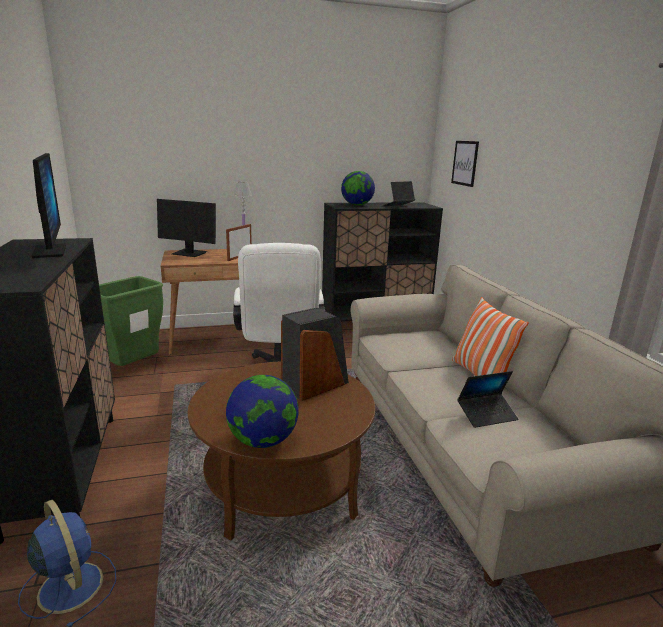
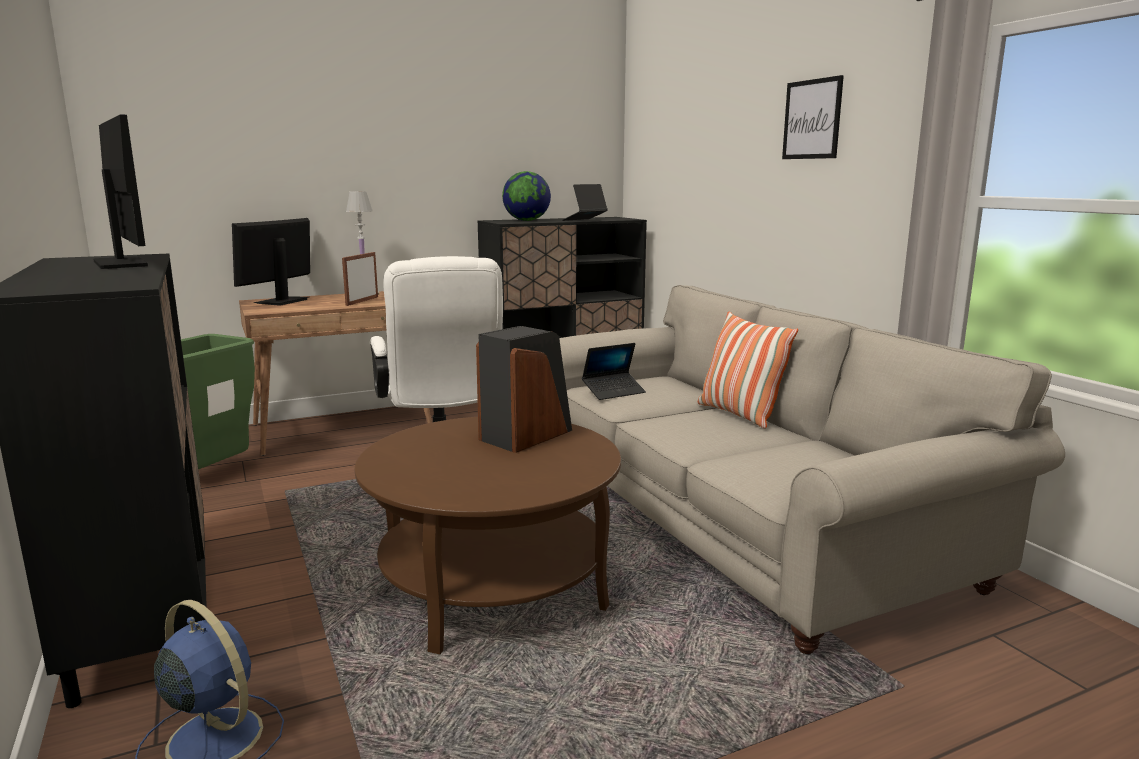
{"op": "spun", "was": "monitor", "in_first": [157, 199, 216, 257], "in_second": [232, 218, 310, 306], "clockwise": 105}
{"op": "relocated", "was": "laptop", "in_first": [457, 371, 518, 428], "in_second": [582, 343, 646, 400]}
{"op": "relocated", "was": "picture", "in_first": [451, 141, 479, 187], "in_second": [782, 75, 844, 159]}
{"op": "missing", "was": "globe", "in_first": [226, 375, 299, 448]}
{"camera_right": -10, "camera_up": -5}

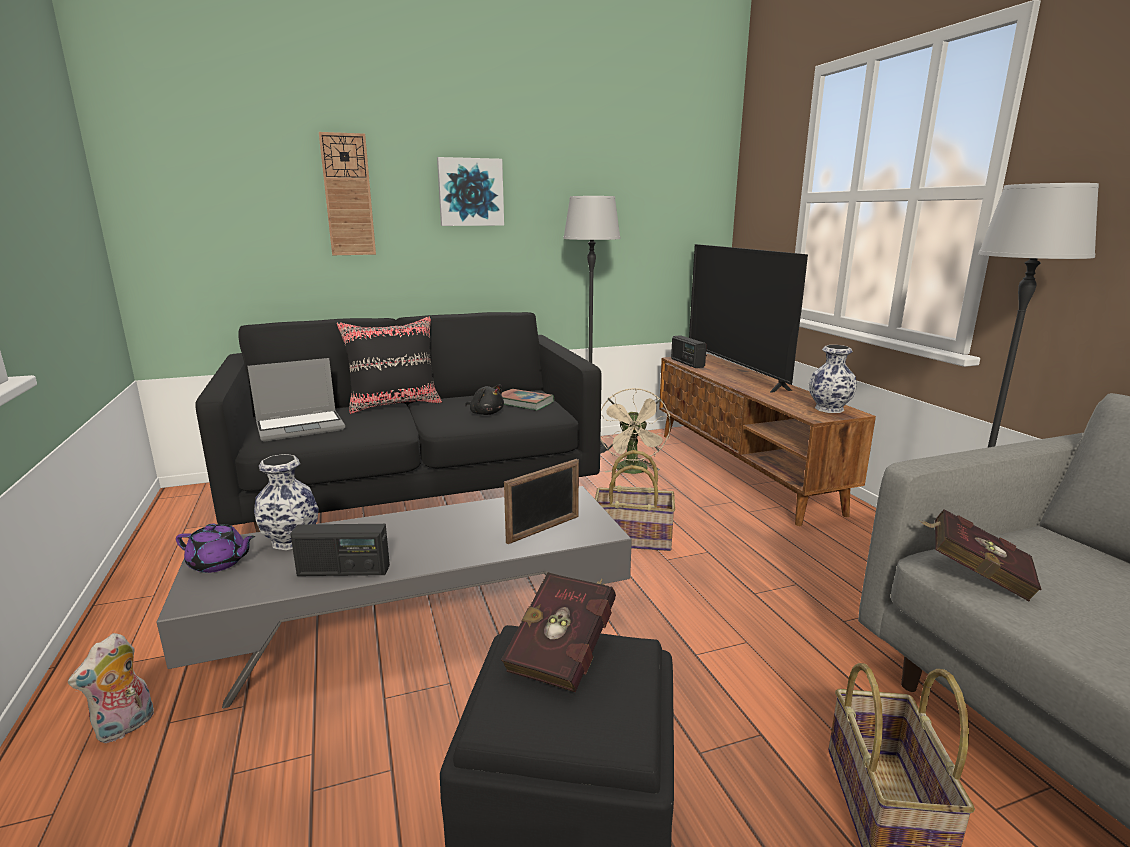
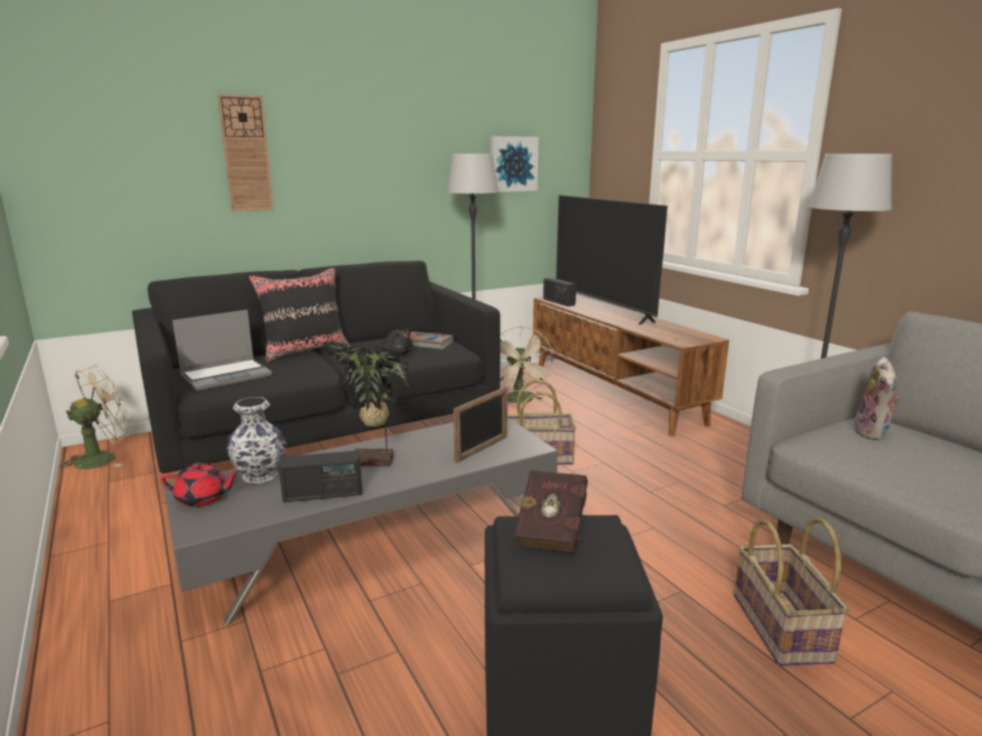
{"op": "appeared", "now": "beige fan", "in_second": [59, 365, 132, 469]}
{"op": "colour", "was": "purple teapot", "now": "red teapot", "in_first": [176, 524, 256, 573], "in_second": [161, 463, 240, 507]}
{"op": "appeared", "now": "potted plant", "in_second": [323, 342, 410, 466]}
{"op": "relocated", "was": "picture", "in_first": [437, 157, 504, 226], "in_second": [490, 136, 539, 192]}
{"op": "relocated", "was": "plush toy", "in_first": [68, 633, 154, 743], "in_second": [853, 357, 901, 440]}
{"op": "missing", "was": "vase", "in_first": [809, 345, 857, 413]}
{"op": "missing", "was": "red book", "in_first": [919, 509, 1041, 601]}
{"camera_right": -10, "camera_up": 0}

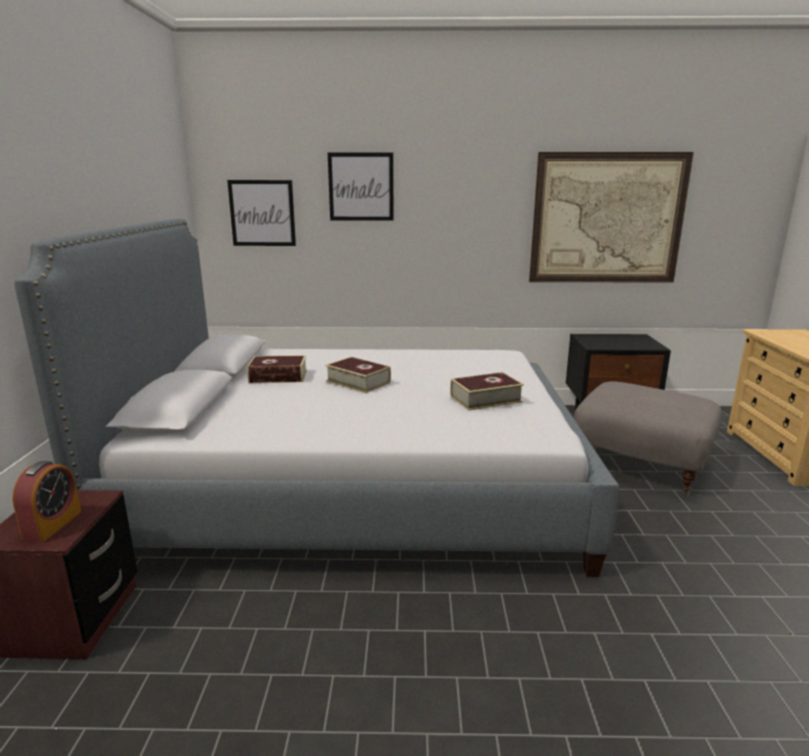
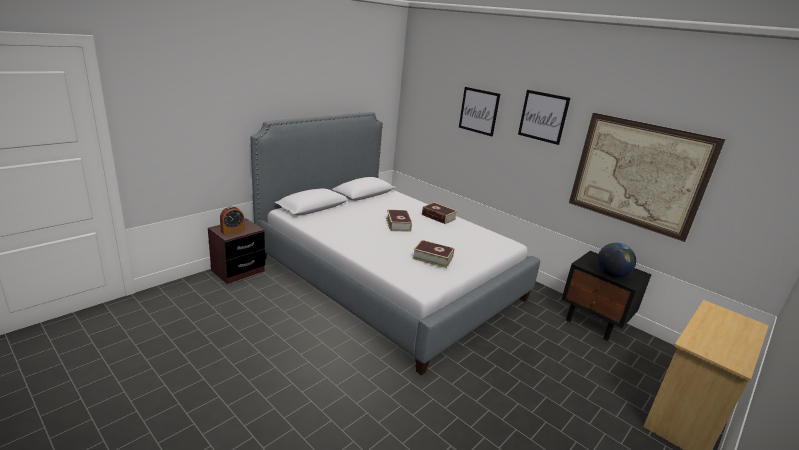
{"op": "relocated", "was": "book", "in_first": [247, 355, 307, 383], "in_second": [422, 202, 457, 224]}
{"op": "relocated", "was": "picture", "in_first": [227, 180, 296, 246], "in_second": [518, 90, 570, 145]}
{"op": "appeared", "now": "globe", "in_second": [597, 243, 636, 278]}
{"op": "missing", "was": "grey ottoman", "in_first": [574, 381, 722, 496]}
{"camera_right": 40, "camera_up": 5}

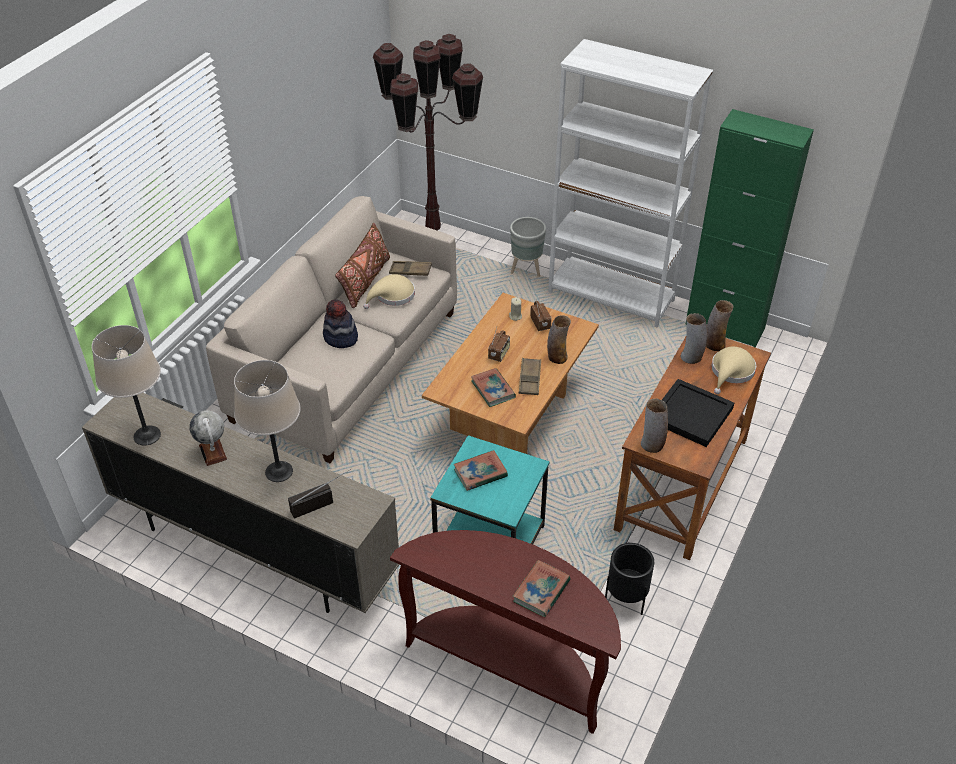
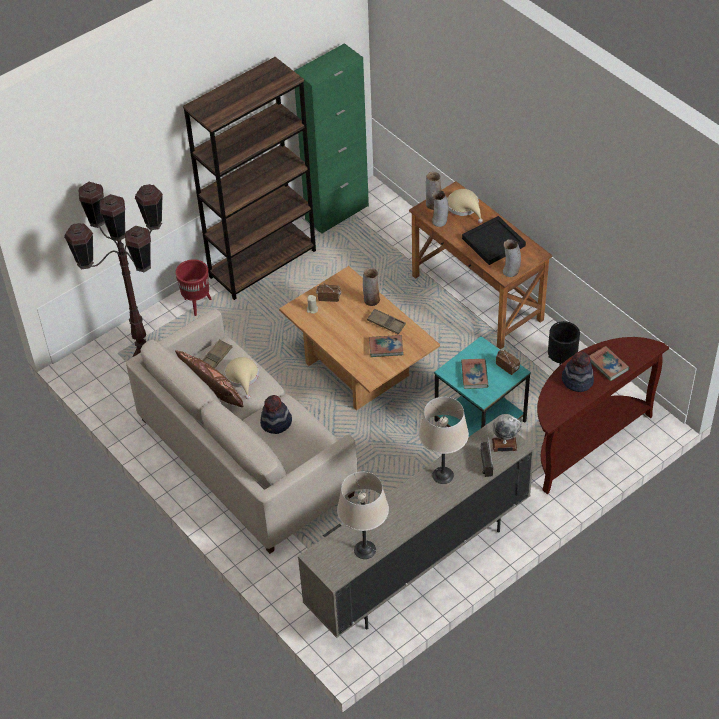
{"op": "colour", "was": "grey planter", "now": "red planter", "in_first": [510, 217, 546, 277], "in_second": [175, 259, 211, 316]}
{"op": "colour", "was": "white bookcase", "now": "brown bookcase", "in_first": [548, 39, 713, 328], "in_second": [183, 57, 316, 300]}
{"op": "relocated", "was": "globe", "in_first": [189, 410, 227, 466], "in_second": [492, 414, 521, 452]}
{"op": "relocated", "was": "radio", "in_first": [488, 328, 510, 362], "in_second": [496, 350, 520, 375]}
{"op": "appeared", "now": "hat", "in_second": [562, 351, 594, 392]}
{"camera_right": -65, "camera_up": 5}

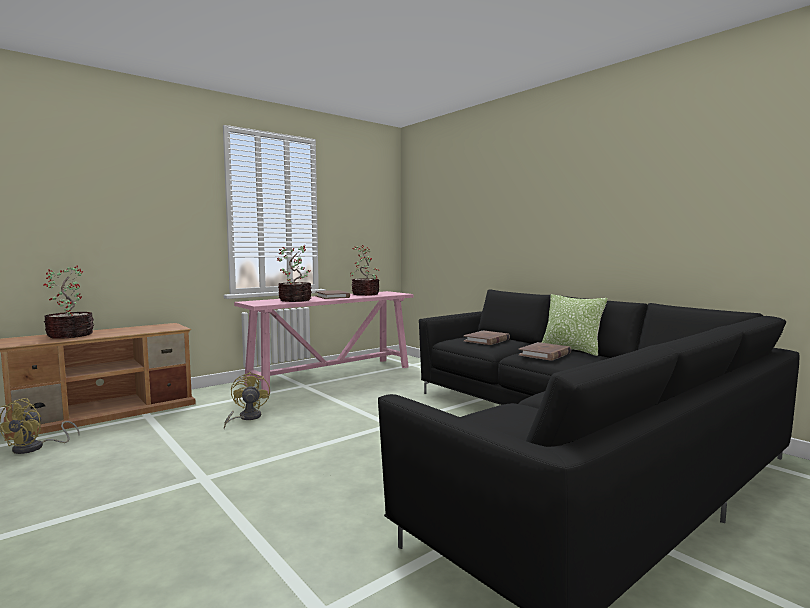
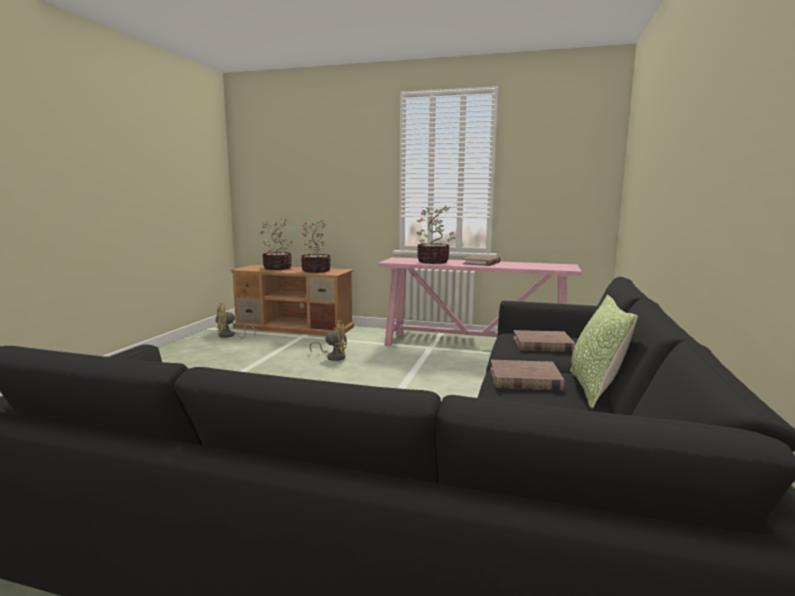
{"op": "relocated", "was": "potted plant", "in_first": [350, 245, 380, 296], "in_second": [301, 220, 331, 273]}
{"op": "spun", "was": "yellow fan", "in_first": [224, 372, 270, 429], "in_second": [309, 320, 347, 361], "clockwise": 45}
{"camera_right": 55, "camera_up": 5}

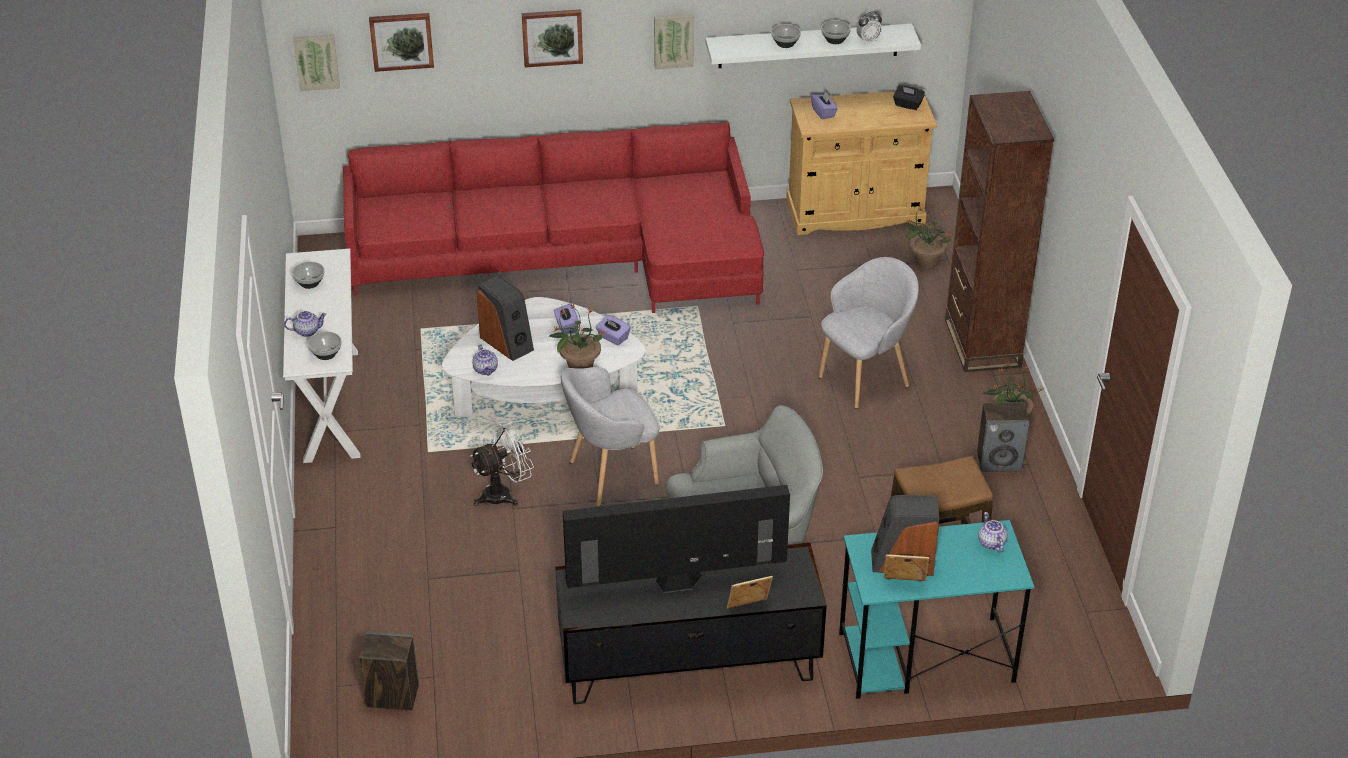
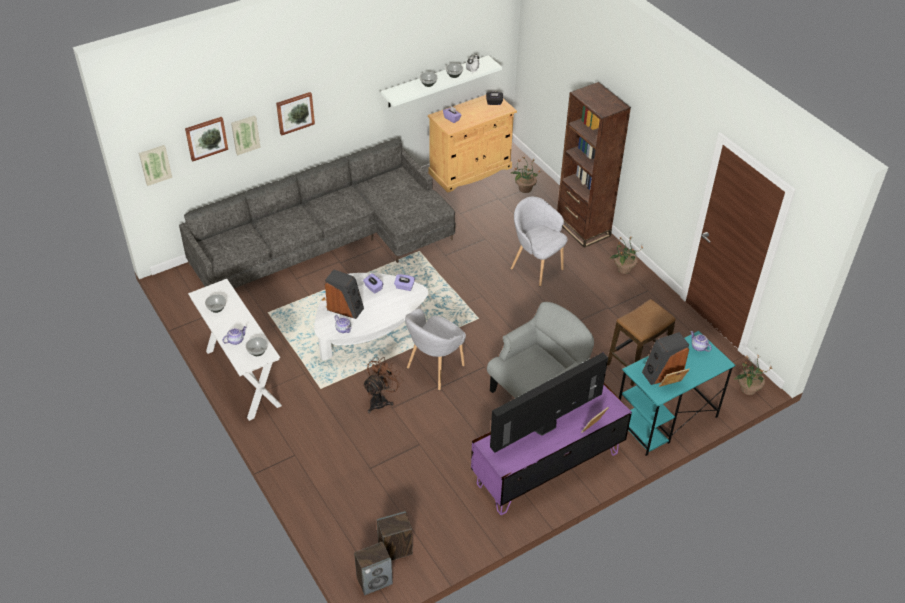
{"op": "colour", "was": "red sofa", "now": "grey sofa", "in_first": [343, 122, 764, 313], "in_second": [179, 138, 455, 288]}
{"op": "relocated", "was": "picture", "in_first": [654, 13, 694, 69], "in_second": [231, 115, 261, 155]}
{"op": "relocated", "was": "speaker", "in_first": [977, 402, 1029, 472], "in_second": [354, 542, 393, 596]}
{"op": "colour", "was": "white fan", "now": "brown fan", "in_first": [470, 420, 534, 506], "in_second": [362, 357, 403, 413]}
{"op": "colour", "was": "black tv stand", "now": "purple tv stand", "in_first": [555, 543, 827, 704], "in_second": [471, 383, 632, 515]}
{"op": "spun", "was": "grey armchair", "in_first": [819, 257, 919, 409], "in_second": [510, 196, 568, 287], "clockwise": -75}
{"op": "relocated", "was": "potted plant", "in_first": [548, 303, 608, 369], "in_second": [735, 354, 771, 395]}
{"camera_right": -25, "camera_up": 5}

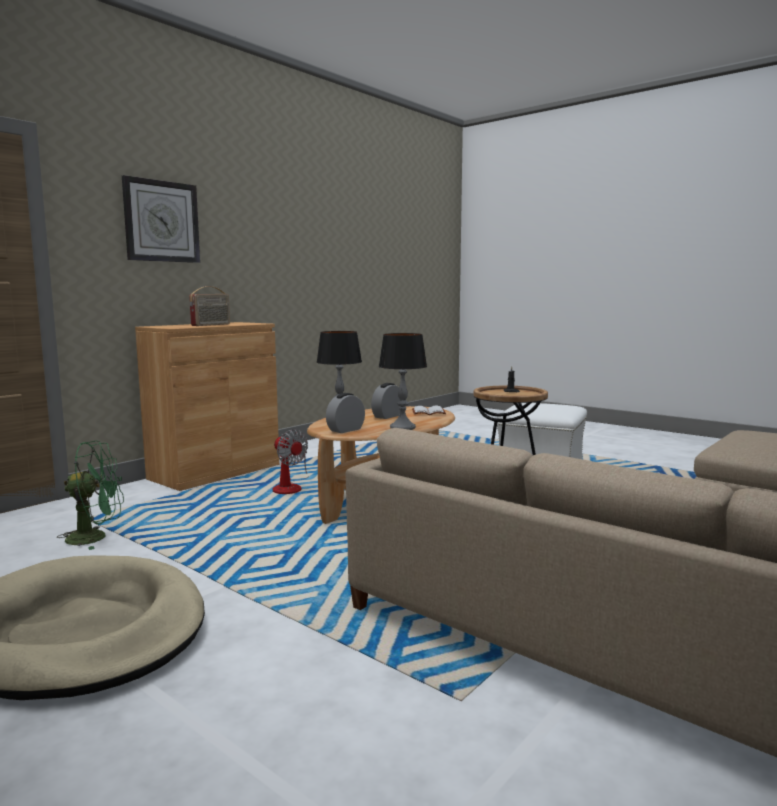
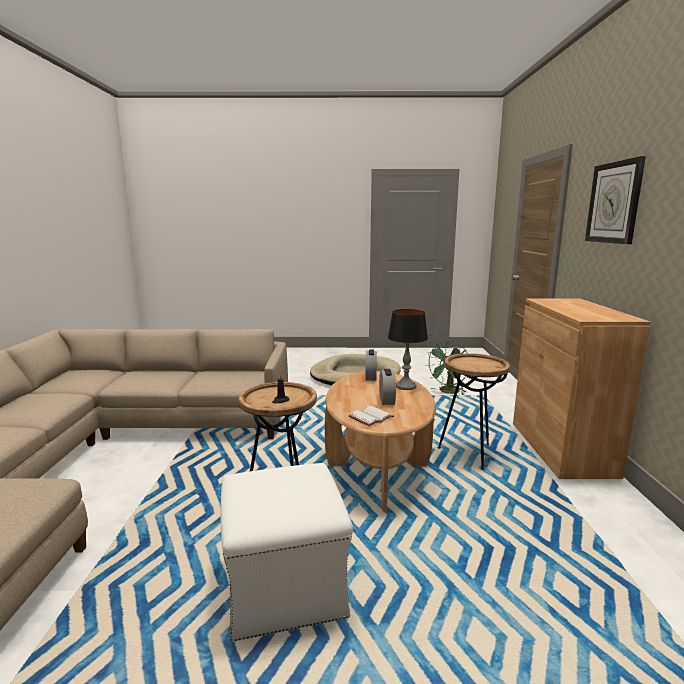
{"op": "exchanged", "was": "fan", "now": "brown side table", "in_first": [273, 429, 308, 494], "in_second": [438, 353, 510, 470]}
{"op": "missing", "was": "radio", "in_first": [189, 286, 230, 326]}
{"op": "missing", "was": "table lamp", "in_first": [379, 333, 427, 430]}
{"camera_right": 140, "camera_up": 5}

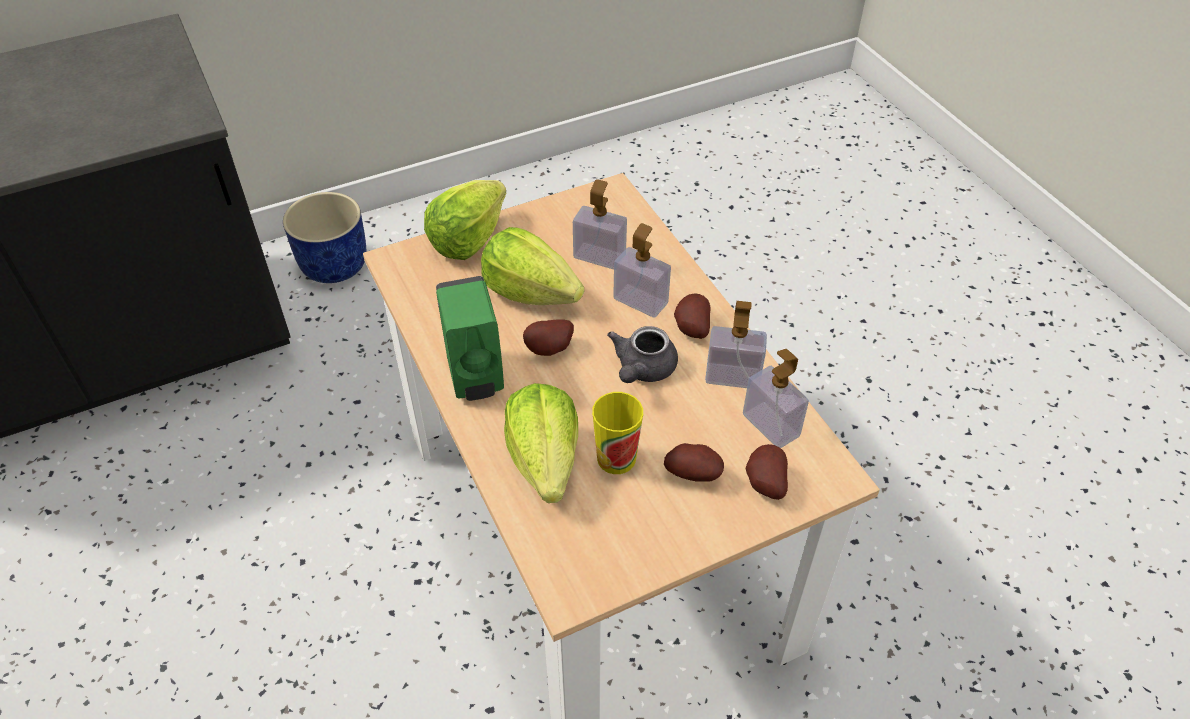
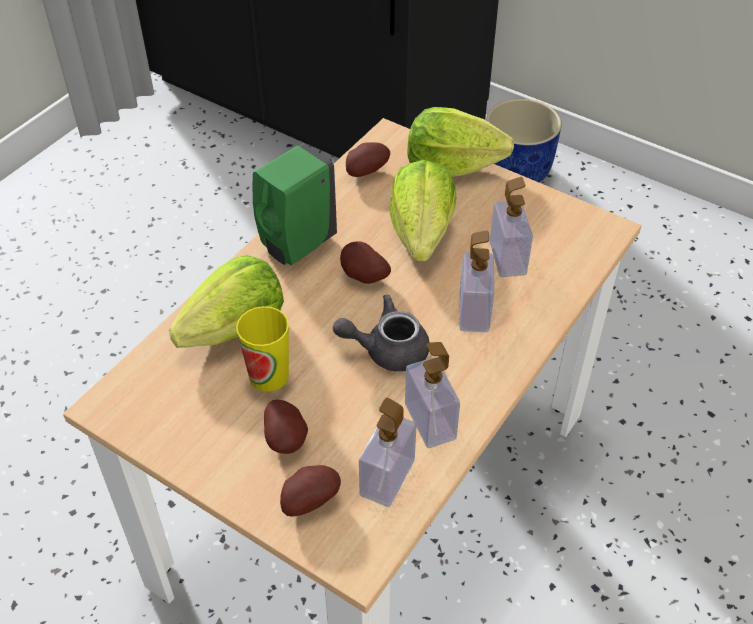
{"op": "relocated", "was": "potato", "in_first": [674, 293, 710, 339], "in_second": [346, 142, 390, 177]}
{"camera_right": 60, "camera_up": 0}

